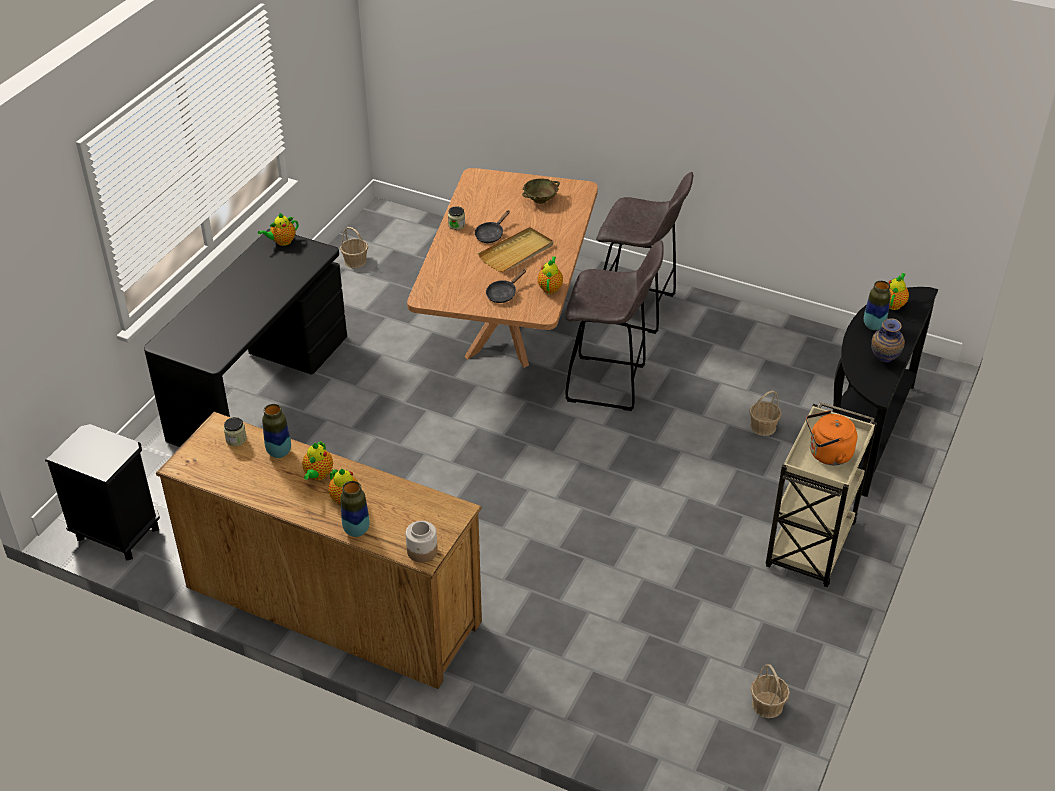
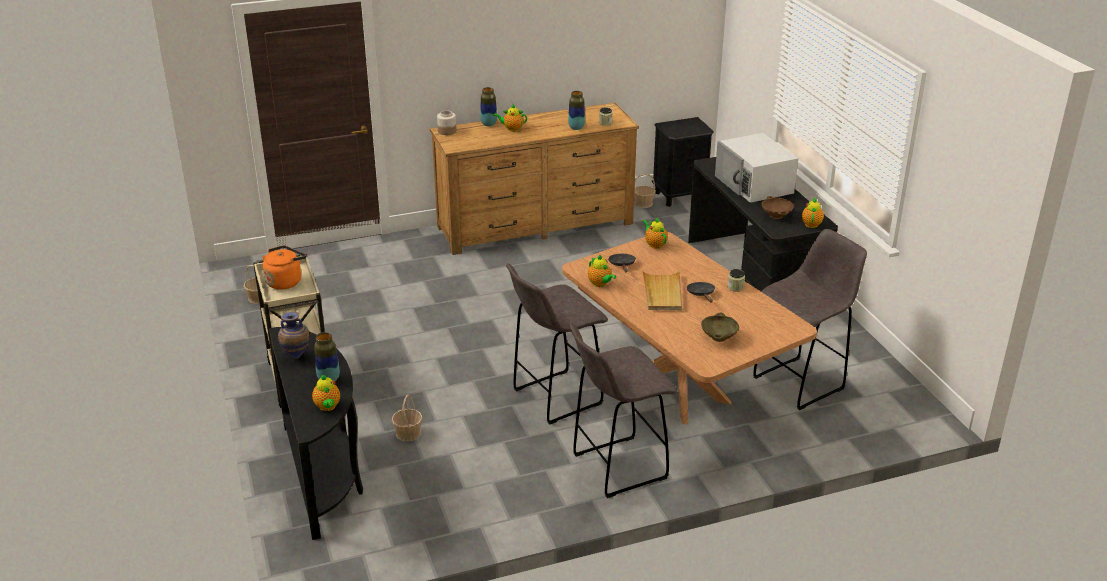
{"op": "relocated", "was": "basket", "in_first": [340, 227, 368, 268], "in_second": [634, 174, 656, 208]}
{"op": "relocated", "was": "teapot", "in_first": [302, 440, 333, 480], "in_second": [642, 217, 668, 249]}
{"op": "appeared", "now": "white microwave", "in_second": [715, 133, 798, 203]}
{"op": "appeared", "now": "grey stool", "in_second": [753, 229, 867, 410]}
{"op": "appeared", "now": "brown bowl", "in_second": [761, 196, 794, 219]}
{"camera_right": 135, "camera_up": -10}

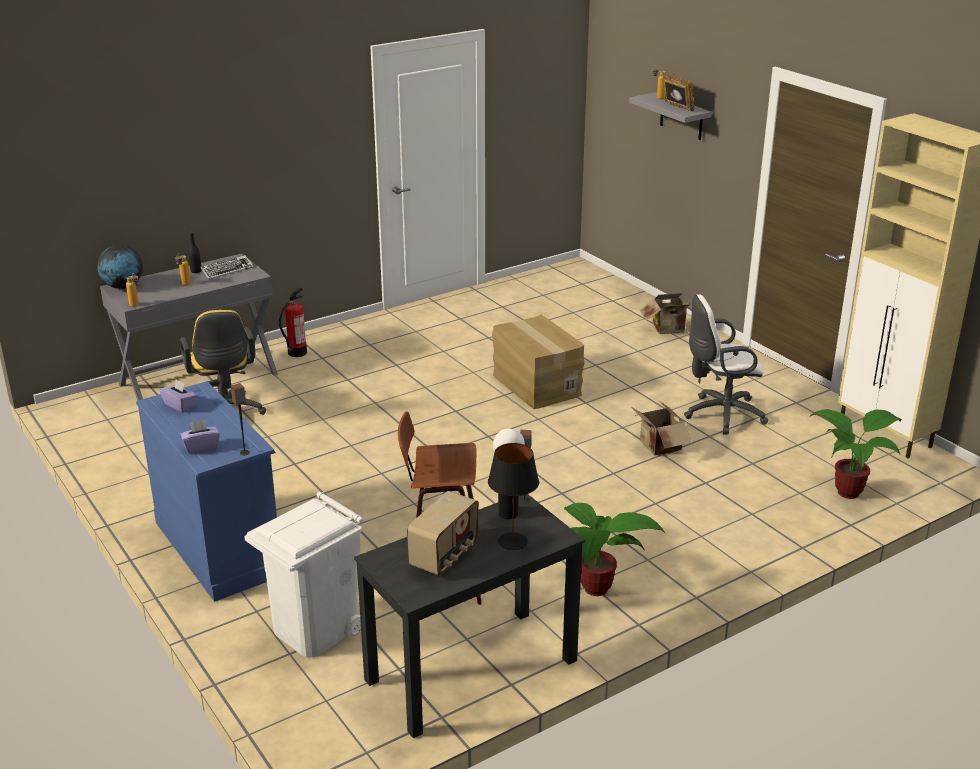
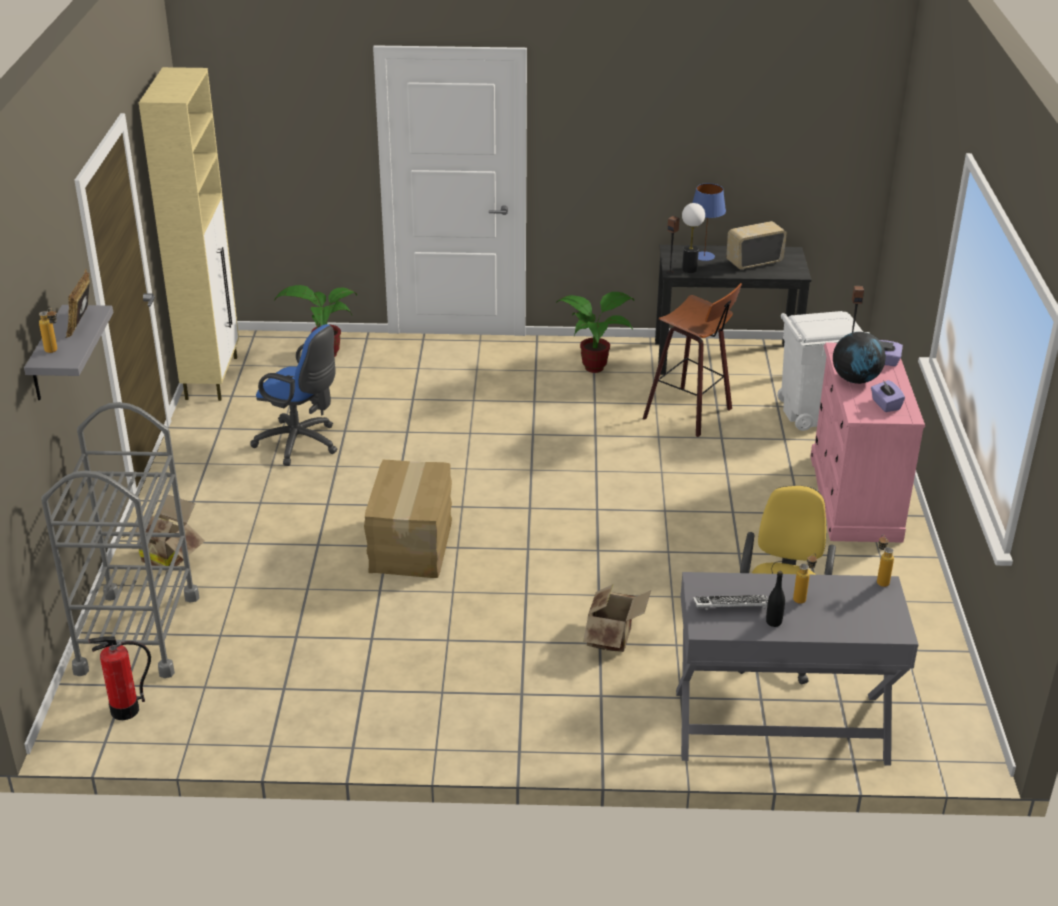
{"op": "appeared", "now": "grey cart", "in_second": [41, 402, 200, 678]}
{"op": "relocated", "was": "fire extinguisher", "in_first": [279, 288, 307, 357], "in_second": [89, 636, 151, 720]}
{"op": "colour", "was": "white office chair", "now": "blue office chair", "in_first": [684, 294, 768, 435], "in_second": [250, 324, 337, 466]}
{"op": "relocated", "was": "cardboard box", "in_first": [630, 401, 692, 456], "in_second": [583, 584, 651, 652]}
{"op": "colour", "was": "black table lamp", "now": "blue table lamp", "in_first": [488, 443, 539, 550], "in_second": [692, 183, 726, 261]}
{"op": "colour", "was": "blue dresser", "now": "pink dresser", "in_first": [136, 381, 277, 602], "in_second": [810, 343, 925, 543]}
{"op": "relocated", "was": "globe", "in_first": [97, 245, 143, 289], "in_second": [833, 332, 886, 384]}
{"camera_right": -145, "camera_up": 5}

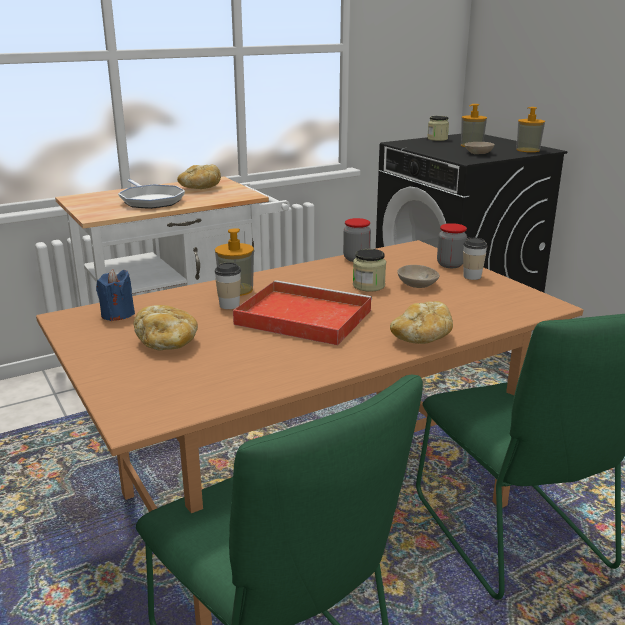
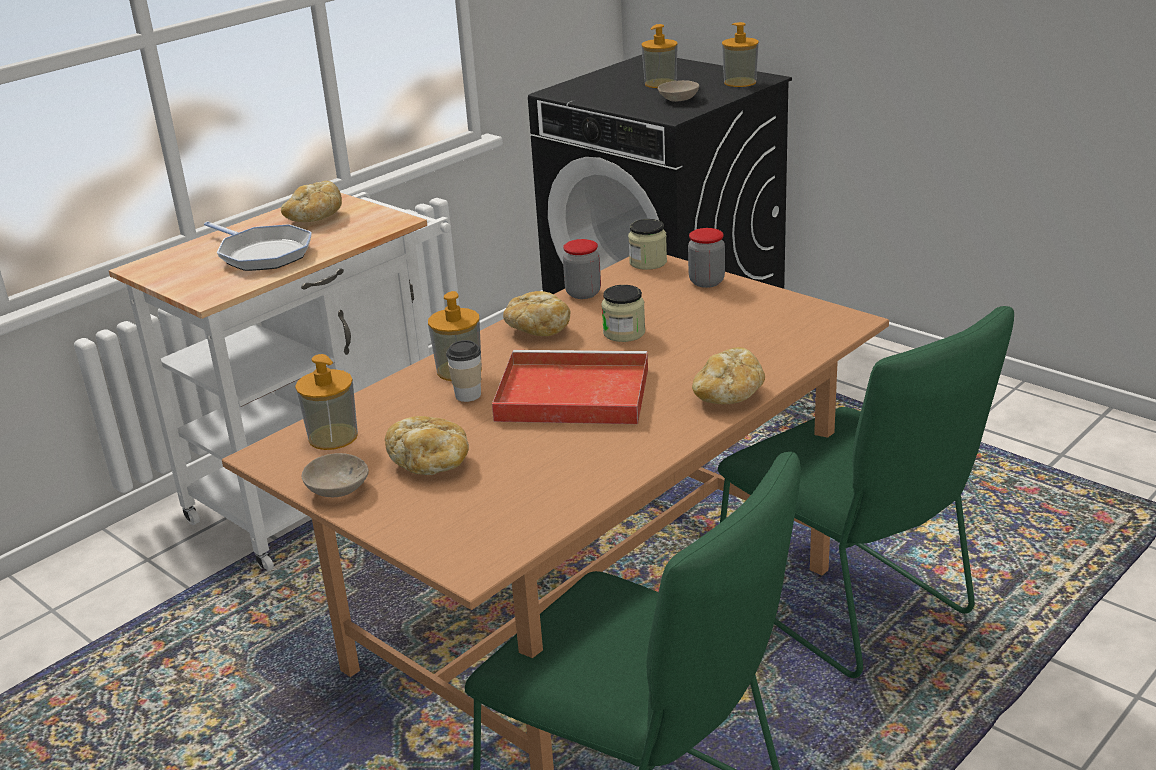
{"op": "exchanged", "was": "blue candle", "now": "soap dispenser", "in_first": [96, 269, 135, 321], "in_second": [295, 354, 358, 450]}
{"op": "relocated", "was": "beige bowl", "in_first": [397, 265, 440, 288], "in_second": [302, 453, 369, 497]}
{"op": "appeared", "now": "bread", "in_second": [503, 291, 571, 336]}
{"op": "relocated", "was": "jar", "in_first": [427, 116, 449, 141], "in_second": [628, 219, 667, 270]}
{"op": "missing", "was": "cup", "in_first": [463, 237, 488, 280]}
{"camera_right": -15, "camera_up": 5}

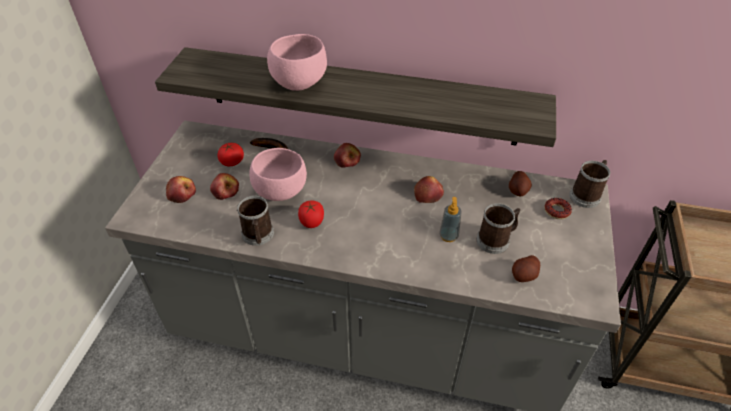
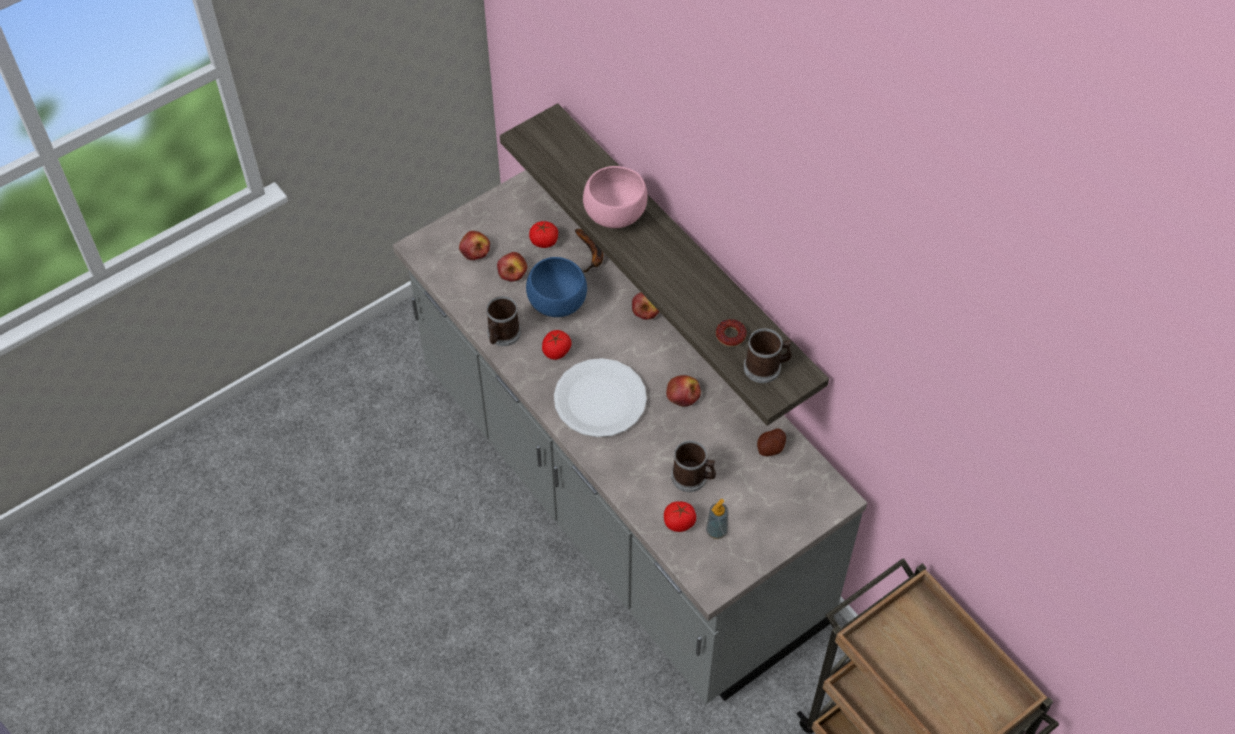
{"op": "colour", "was": "pink bowl", "now": "blue bowl", "in_first": [249, 148, 307, 201], "in_second": [526, 257, 587, 317]}
{"op": "appeared", "now": "white plate", "in_second": [554, 358, 647, 437]}
{"op": "exchanged", "was": "potato", "now": "tomato", "in_first": [512, 255, 540, 282], "in_second": [664, 501, 696, 532]}
{"op": "relocated", "was": "soap dispenser", "in_first": [439, 197, 462, 242], "in_second": [706, 499, 728, 539]}
{"op": "relocated", "was": "donut", "in_first": [544, 198, 572, 219], "in_second": [716, 319, 747, 347]}
{"op": "relocated", "was": "mug", "in_first": [569, 160, 610, 208], "in_second": [744, 328, 792, 383]}
{"camera_right": 40, "camera_up": 10}

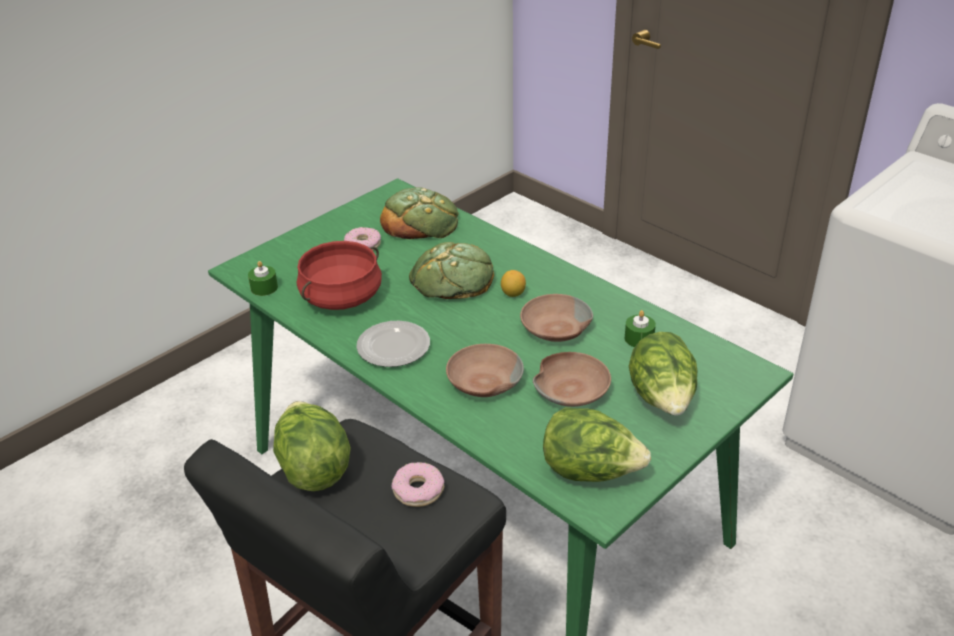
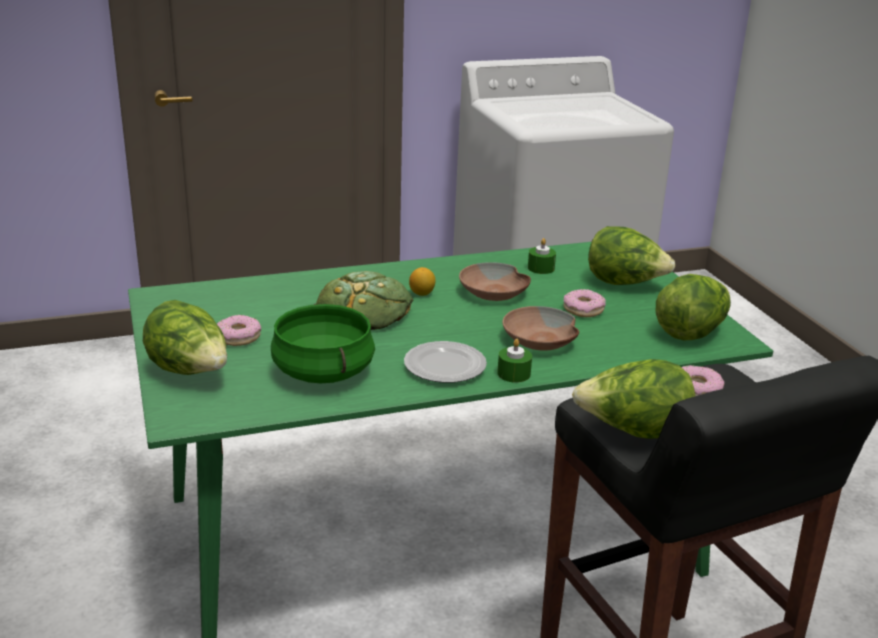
{"op": "appeared", "now": "lettuce", "in_second": [143, 300, 227, 375]}
{"op": "colour", "was": "red cooking pot", "now": "green cooking pot", "in_first": [297, 241, 382, 310], "in_second": [271, 304, 375, 383]}
{"op": "relocated", "was": "green candle", "in_first": [248, 261, 278, 296], "in_second": [497, 339, 532, 383]}
{"op": "exchanged", "was": "brown bowl", "now": "donut", "in_first": [533, 352, 611, 407], "in_second": [564, 289, 606, 317]}
{"op": "missing", "was": "bread", "in_first": [380, 187, 459, 239]}
{"camera_right": -65, "camera_up": -10}

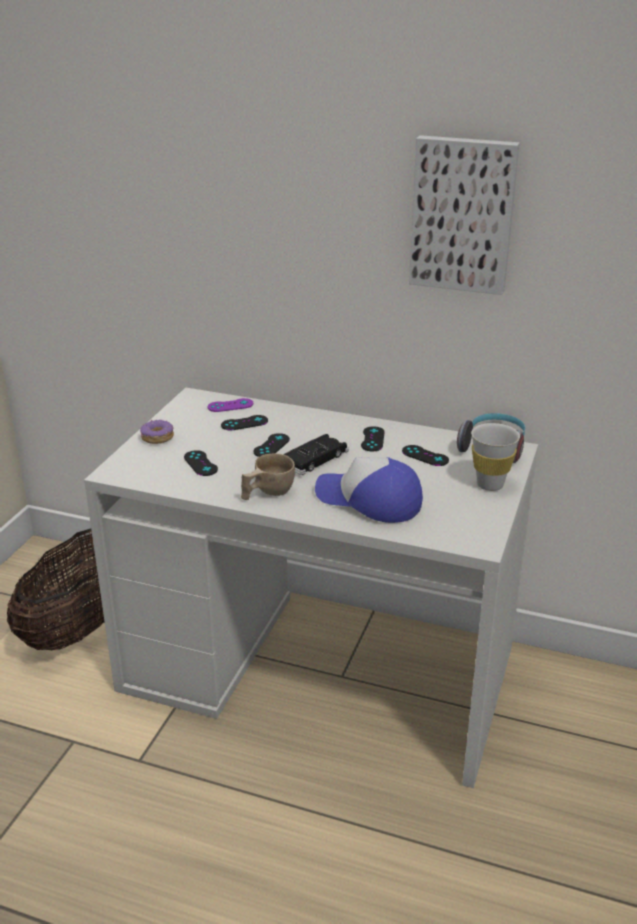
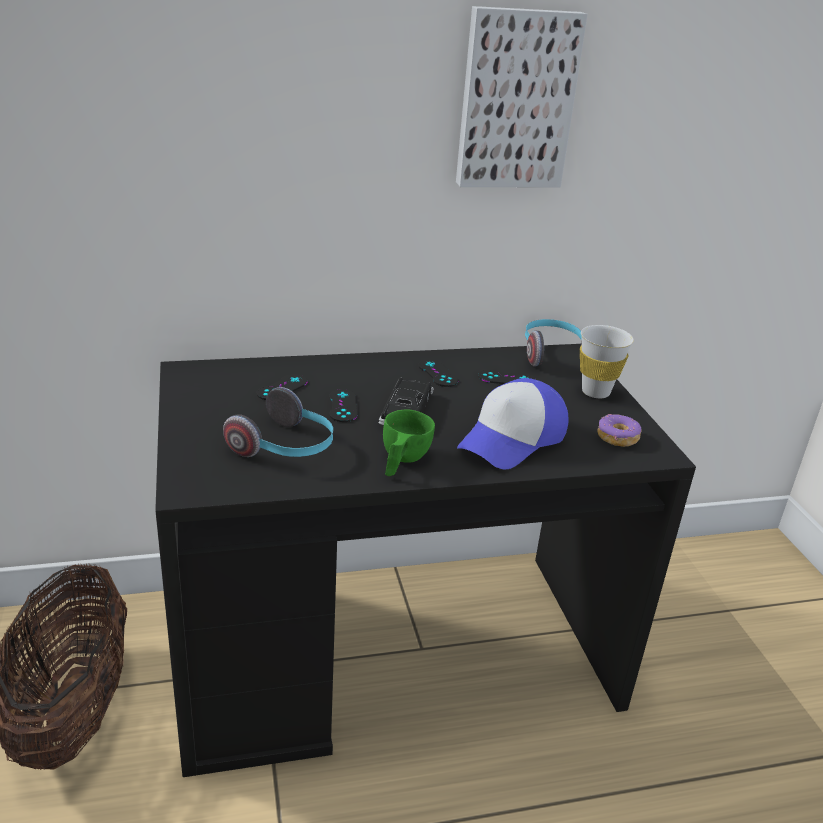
{"op": "colour", "was": "white desk", "now": "black desk", "in_first": [84, 388, 538, 788], "in_second": [155, 344, 696, 777]}
{"op": "exchanged", "was": "black game controller", "now": "headphones", "in_first": [184, 450, 218, 476], "in_second": [223, 387, 333, 457]}
{"op": "colour", "was": "beige cup", "now": "green cup", "in_first": [241, 453, 295, 500], "in_second": [383, 409, 435, 476]}
{"op": "spun", "was": "cap", "in_first": [315, 457, 423, 523], "in_second": [457, 378, 568, 470], "clockwise": -45}
{"op": "relocated", "was": "donut", "in_first": [140, 420, 174, 444], "in_second": [598, 414, 641, 447]}
{"op": "missing", "was": "purple game controller", "in_first": [207, 398, 253, 412]}
{"camera_right": -35, "camera_up": 0}

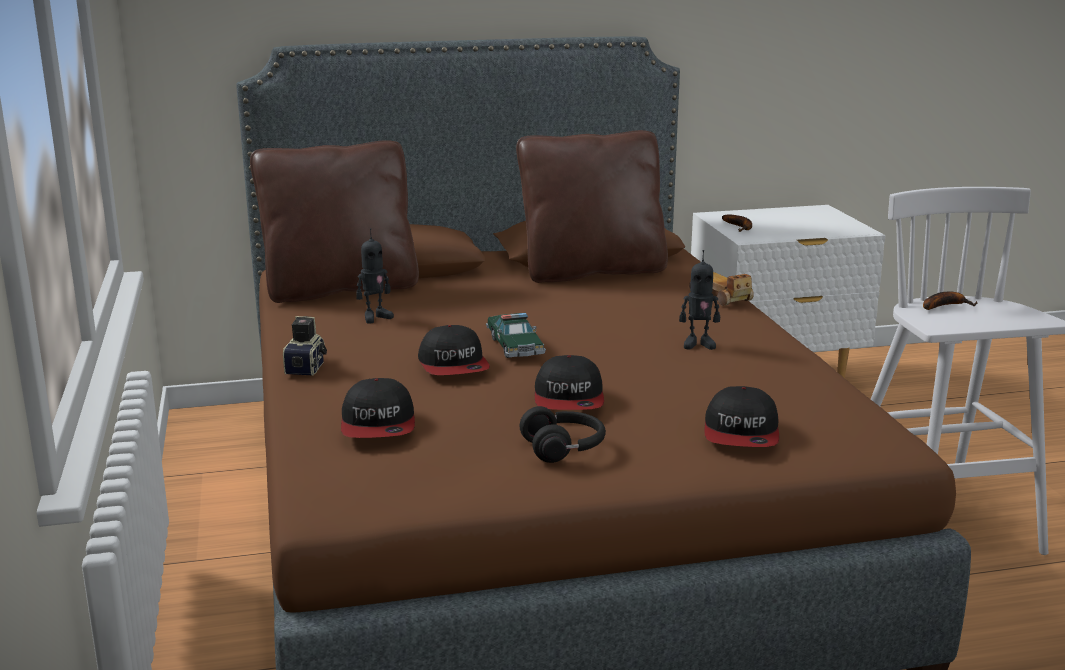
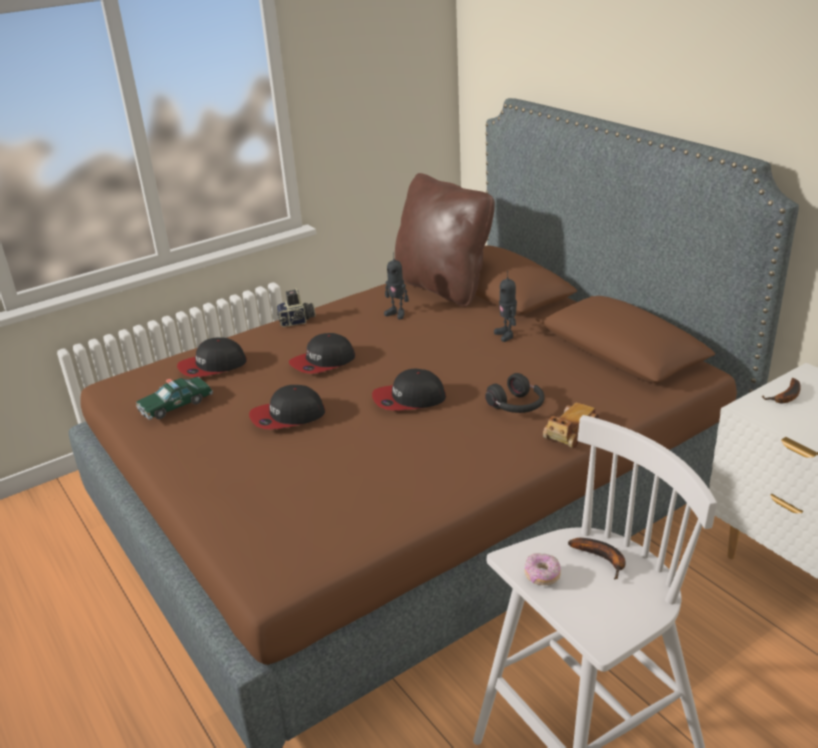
{"op": "relocated", "was": "toy car", "in_first": [486, 313, 546, 358], "in_second": [136, 376, 213, 420]}
{"op": "relocated", "was": "cap", "in_first": [704, 386, 779, 447], "in_second": [372, 369, 446, 411]}
{"op": "relocated", "was": "black headphones", "in_first": [520, 406, 606, 463], "in_second": [485, 373, 545, 413]}
{"op": "relocated", "was": "toy robot", "in_first": [679, 250, 720, 350], "in_second": [494, 271, 517, 342]}
{"op": "appeared", "now": "donut", "in_second": [525, 553, 561, 585]}
{"op": "missing", "was": "brown pillow", "in_first": [516, 130, 668, 283]}
{"camera_right": 70, "camera_up": 10}

